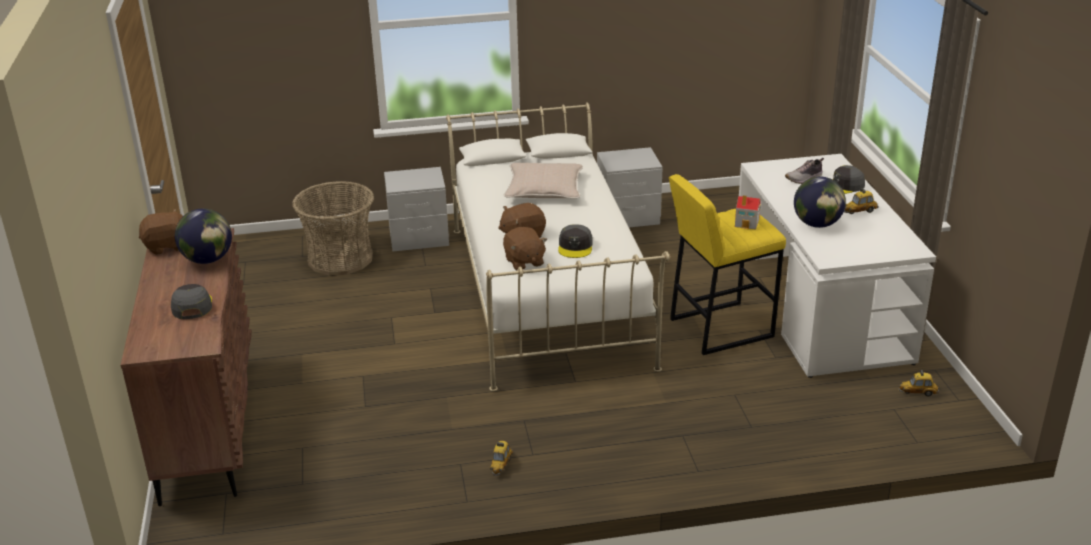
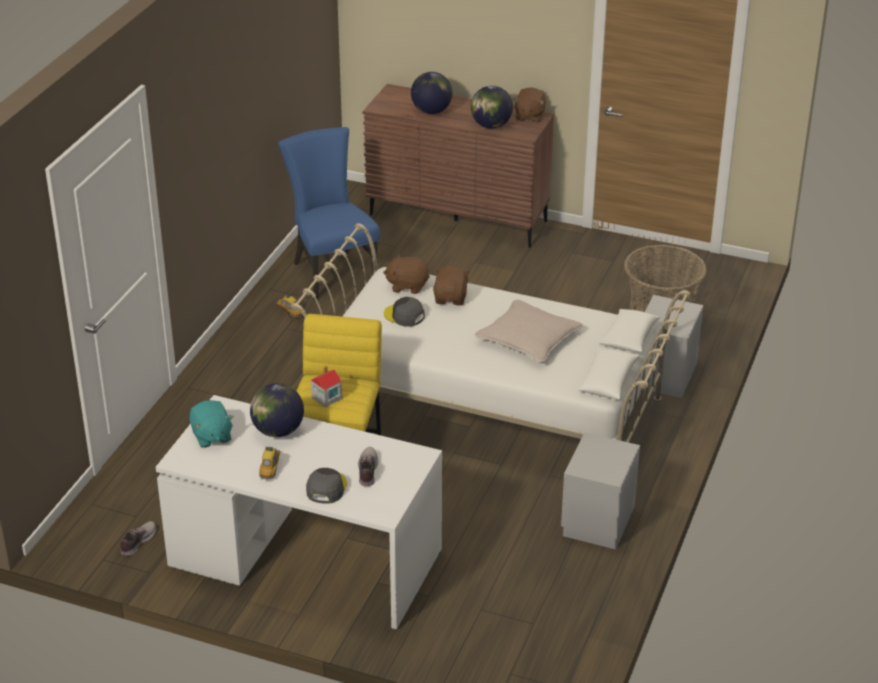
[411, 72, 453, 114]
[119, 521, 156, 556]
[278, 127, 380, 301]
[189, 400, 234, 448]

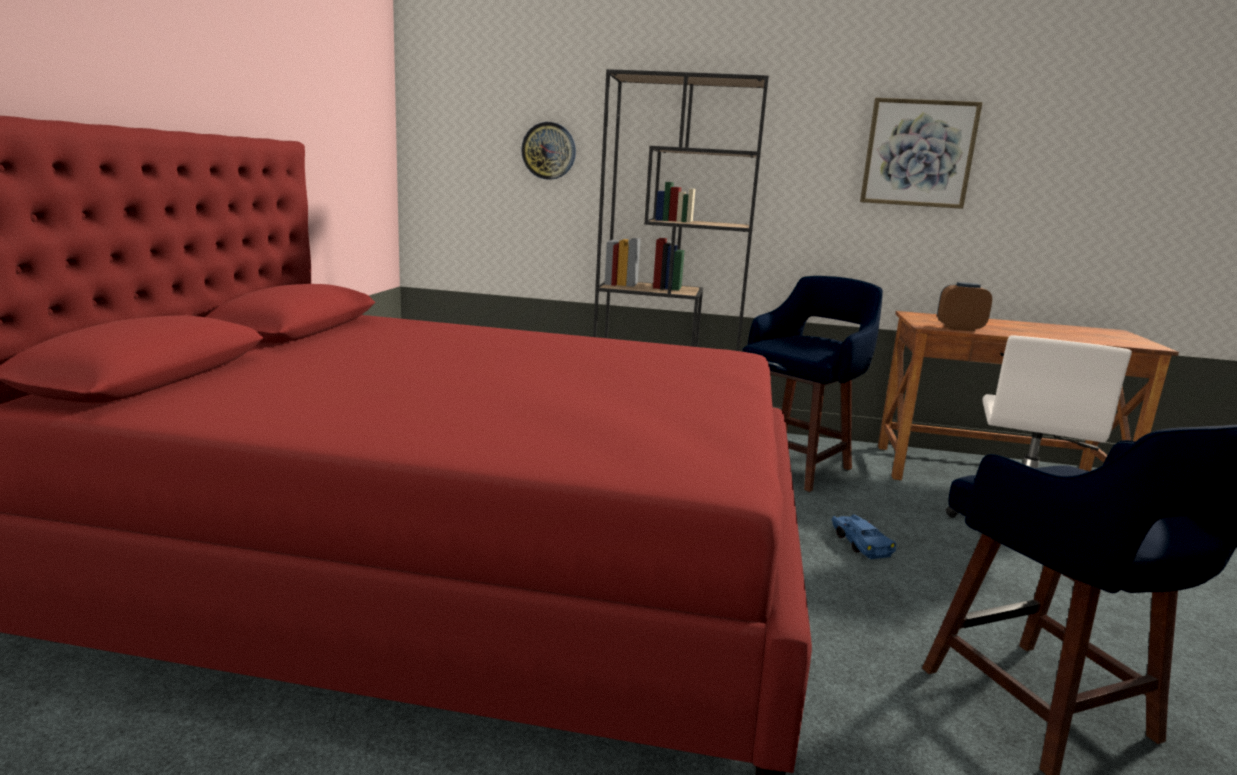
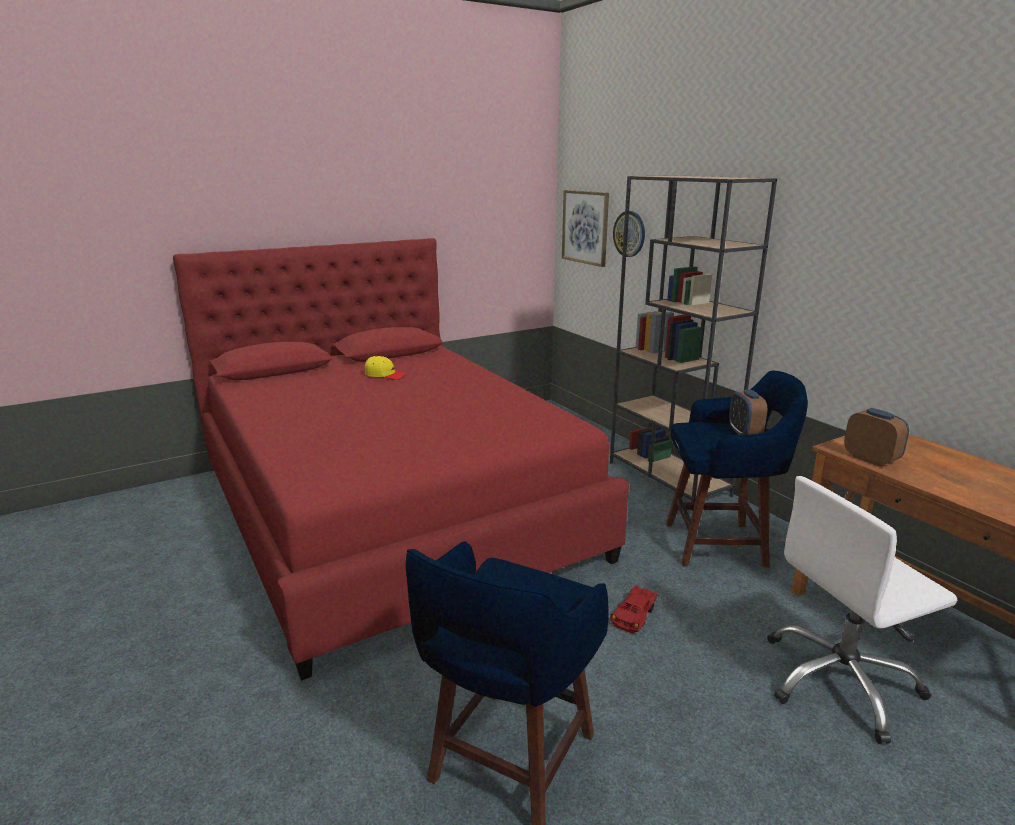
[562, 190, 609, 267]
[610, 585, 658, 634]
[365, 355, 406, 380]
[729, 389, 767, 435]

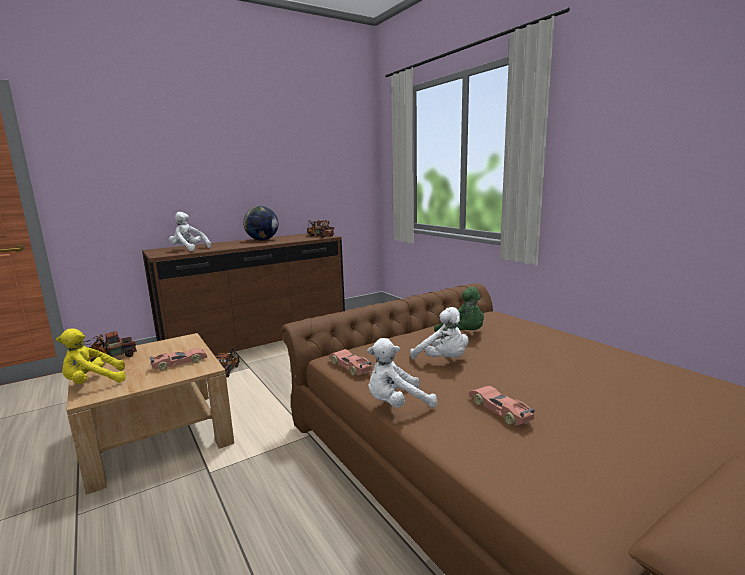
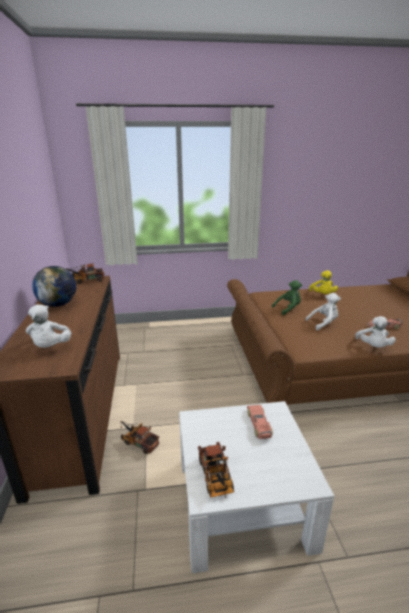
[26, 305, 72, 348]
[309, 271, 338, 294]
[179, 401, 334, 573]
[329, 349, 372, 376] (first image)

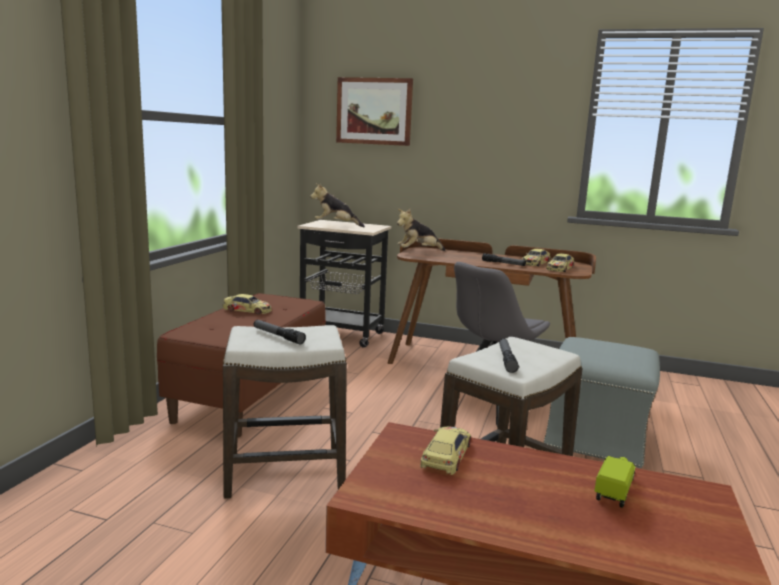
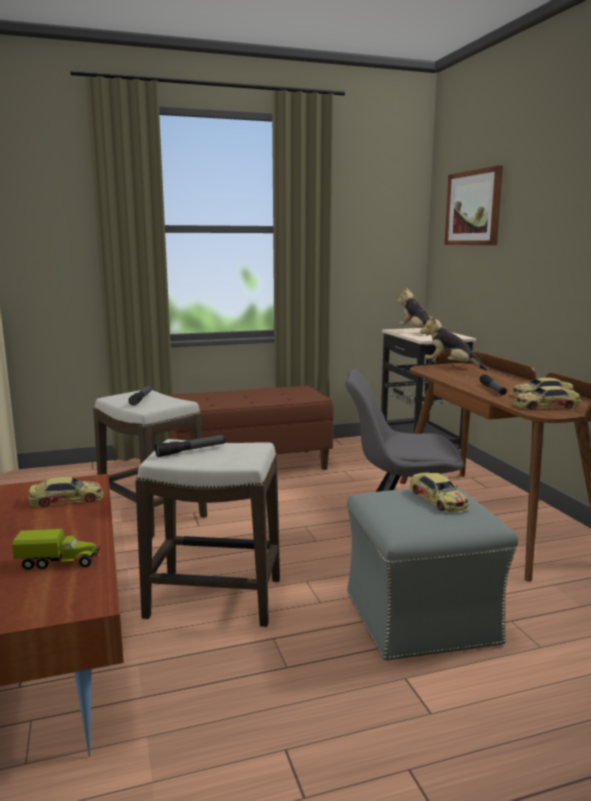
[410, 472, 469, 513]

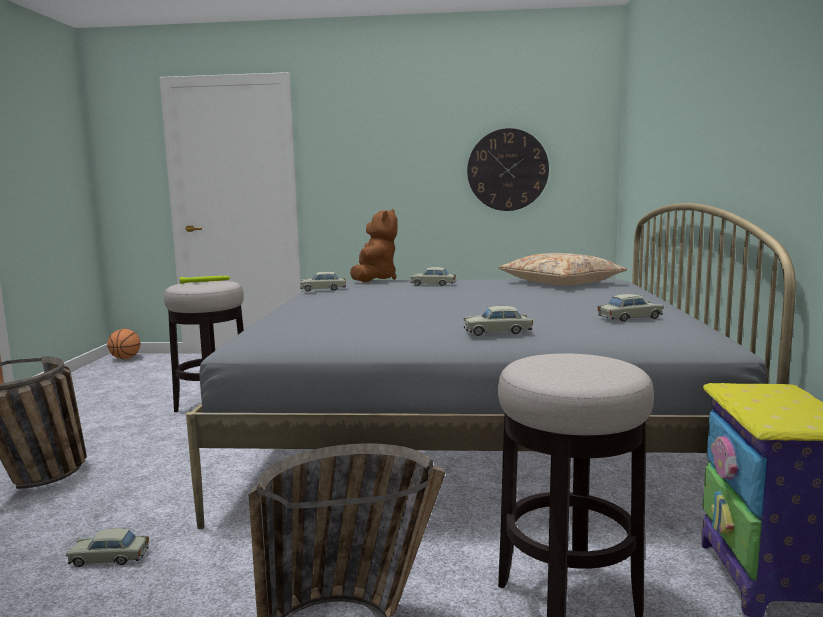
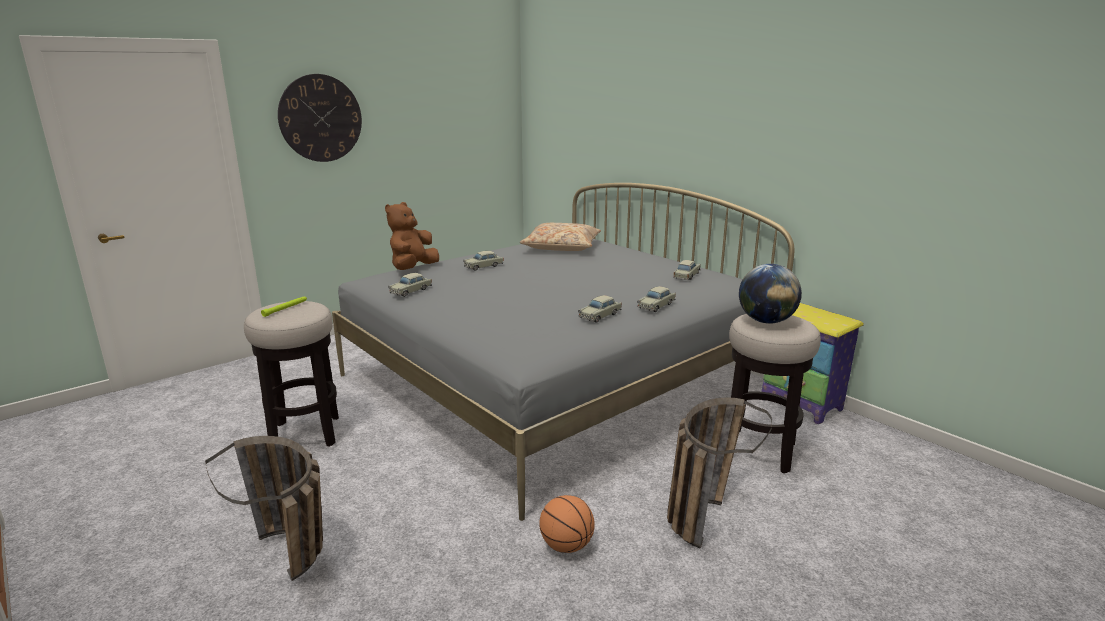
[278, 74, 362, 162]
[385, 202, 439, 270]
[539, 495, 595, 553]
[578, 295, 622, 323]
[739, 264, 802, 324]

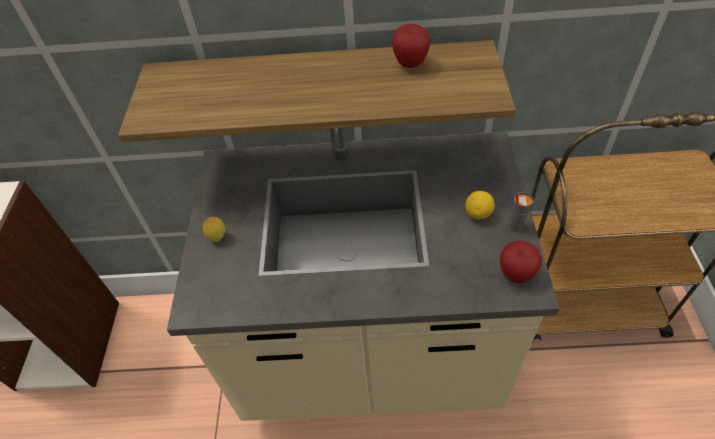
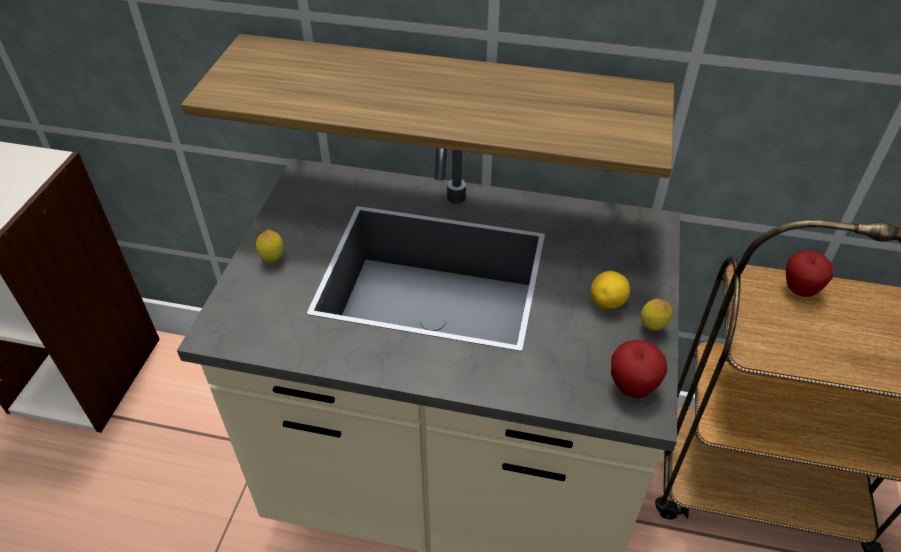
[786, 250, 833, 297]
[641, 299, 672, 331]

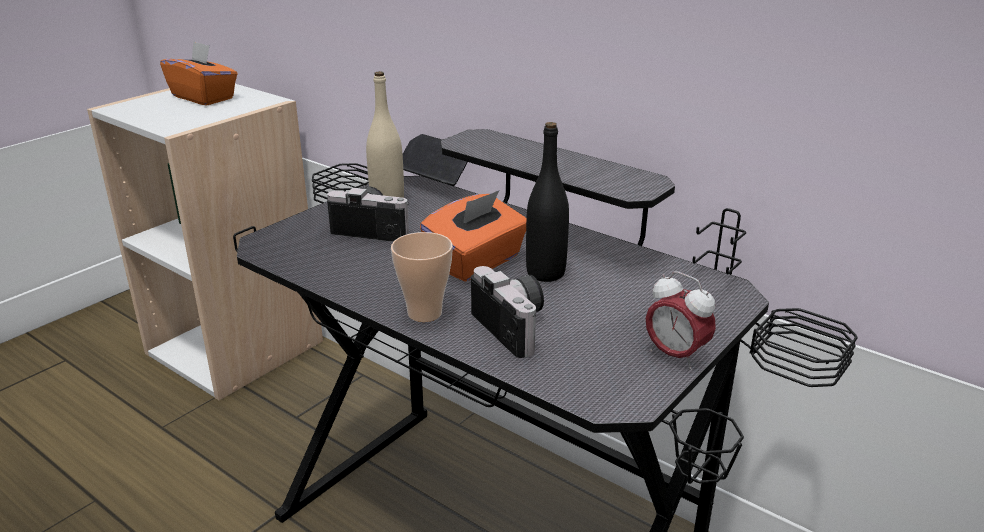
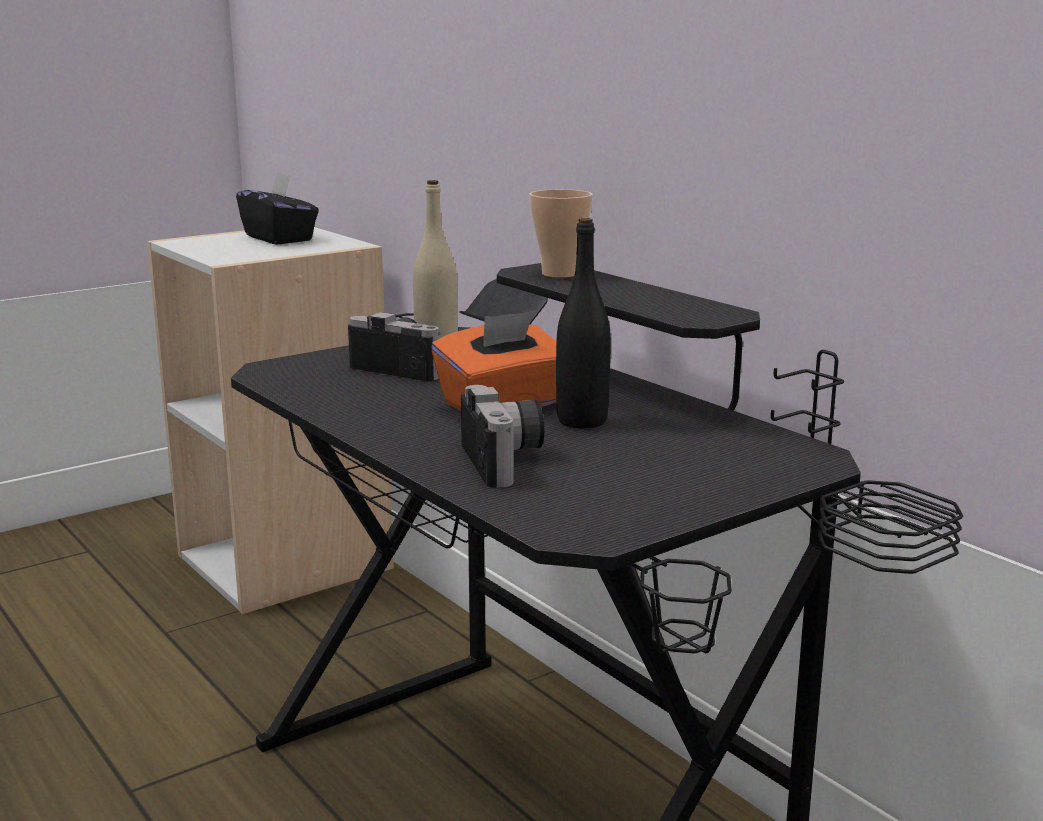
[236, 172, 319, 245]
[529, 189, 593, 278]
[646, 271, 716, 370] (first image)

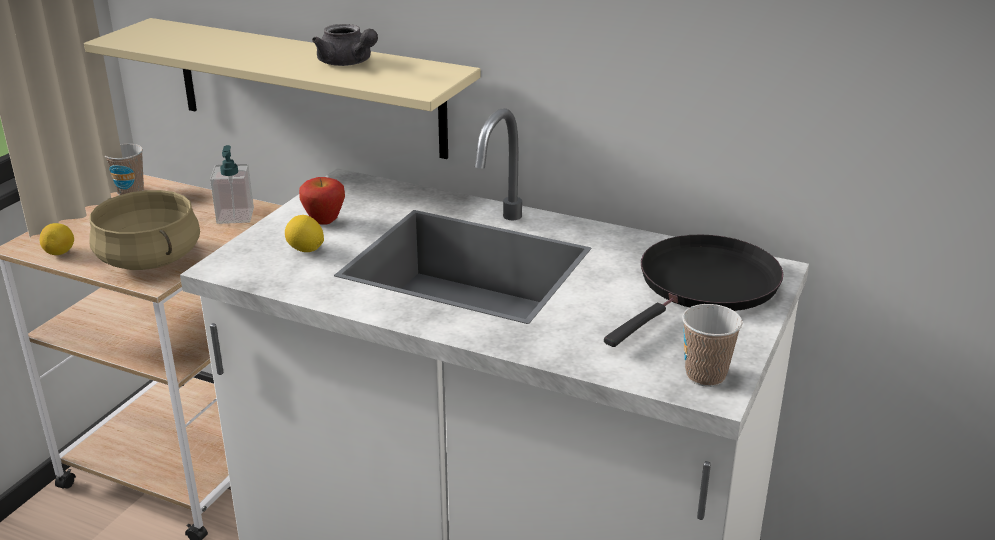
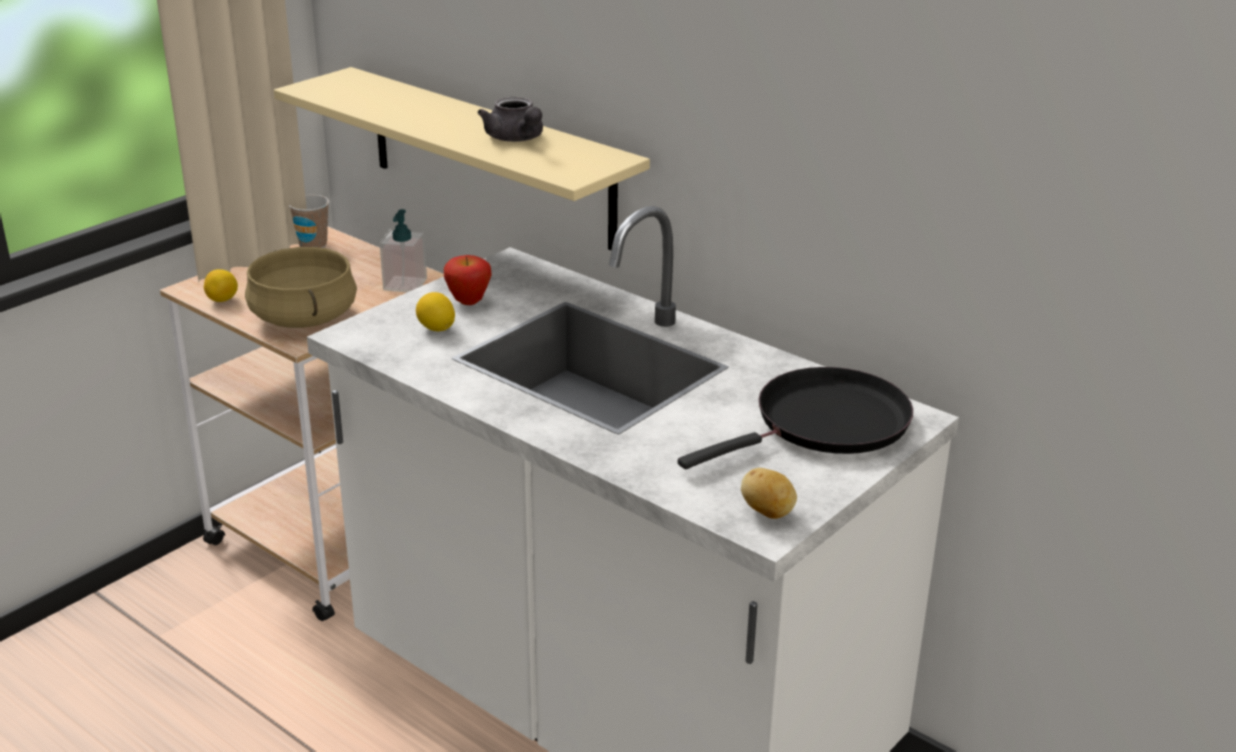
[741, 468, 797, 519]

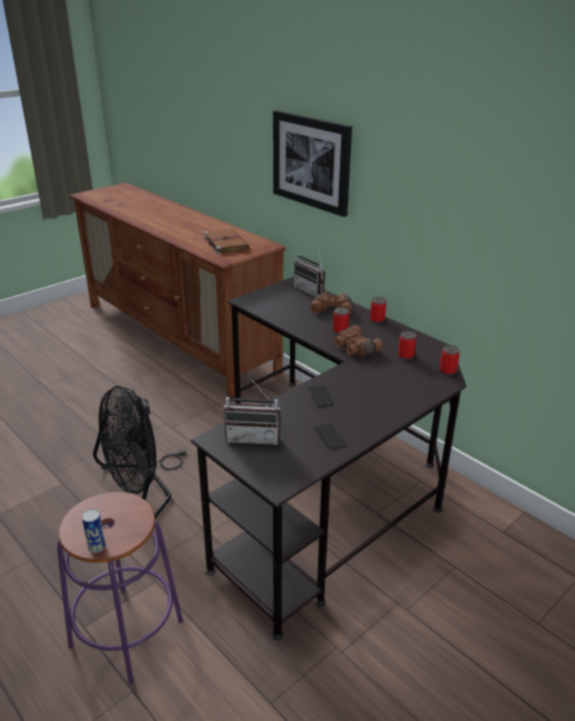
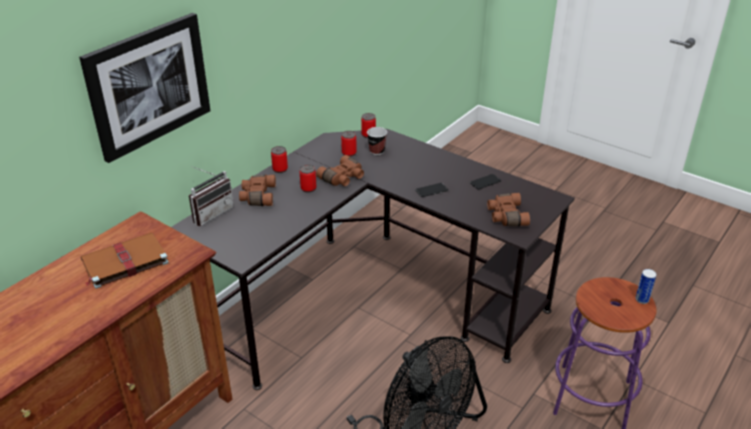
[487, 193, 530, 226]
[367, 127, 387, 155]

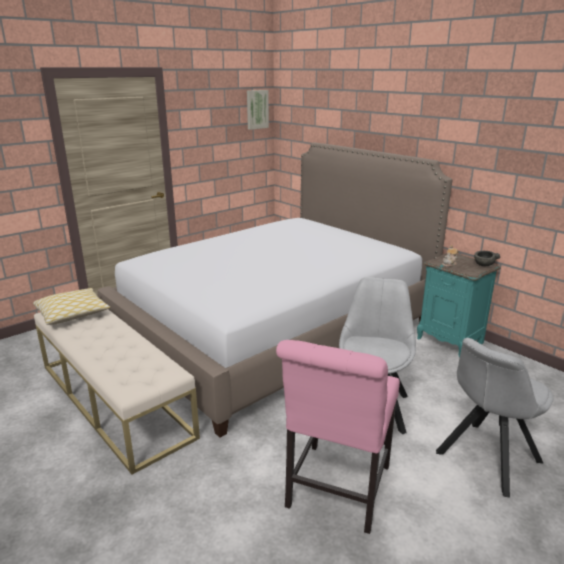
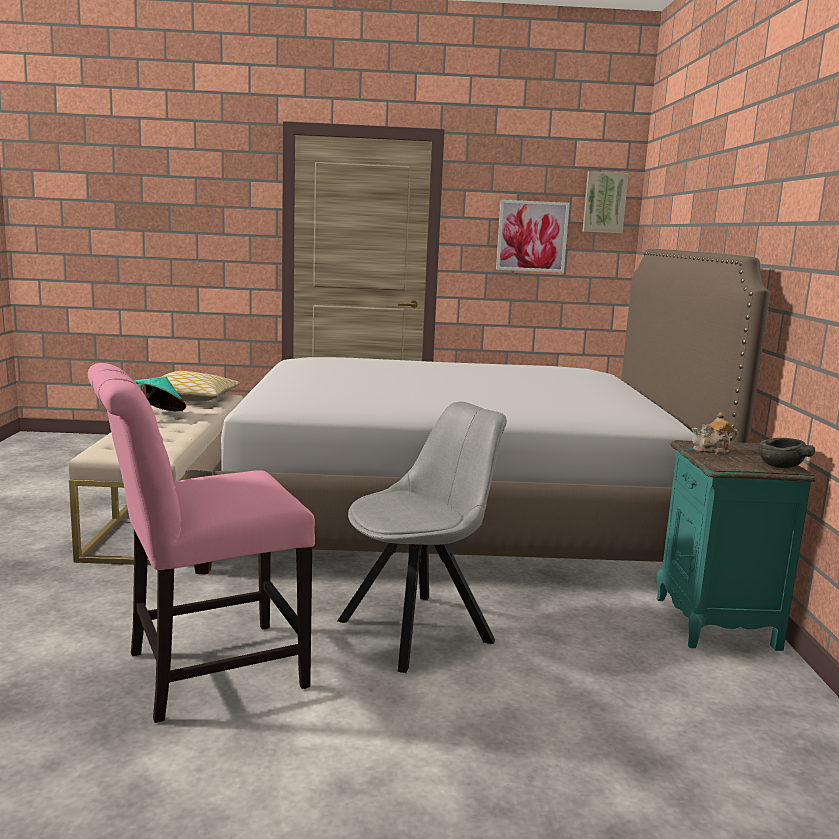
[436, 338, 554, 498] (first image)
[496, 200, 570, 273]
[134, 376, 186, 411]

